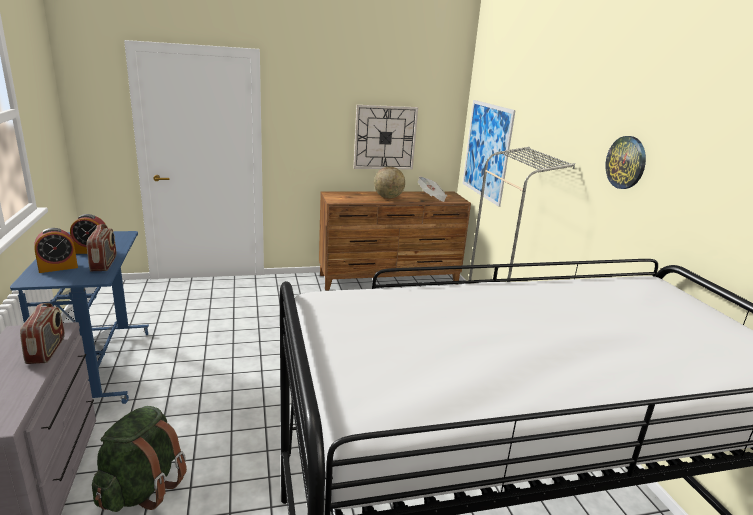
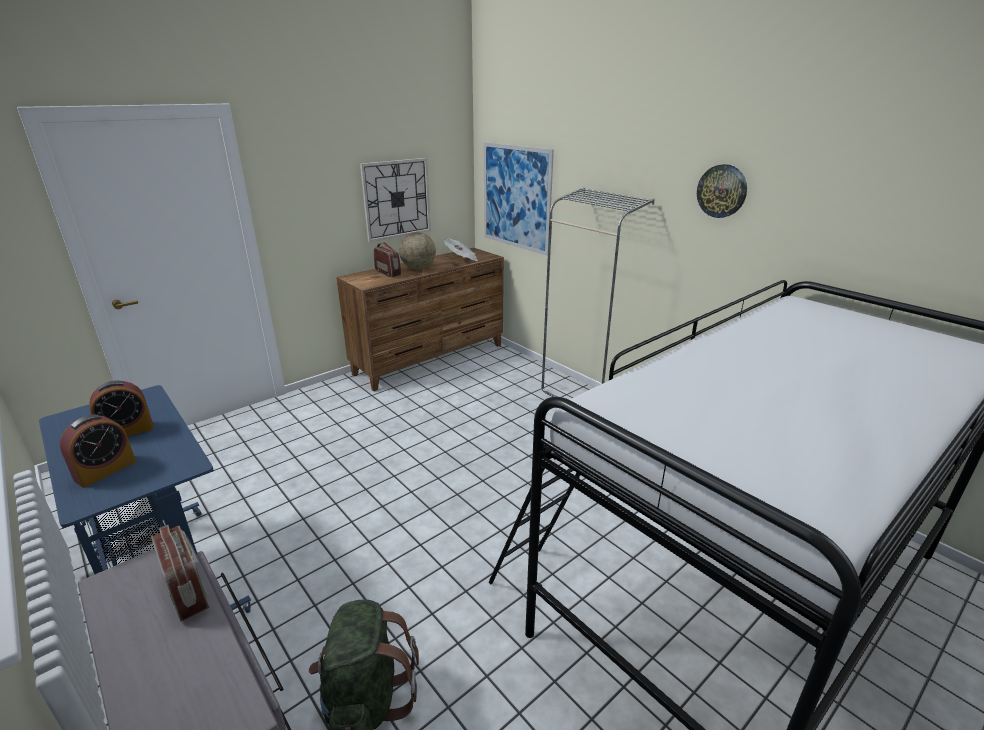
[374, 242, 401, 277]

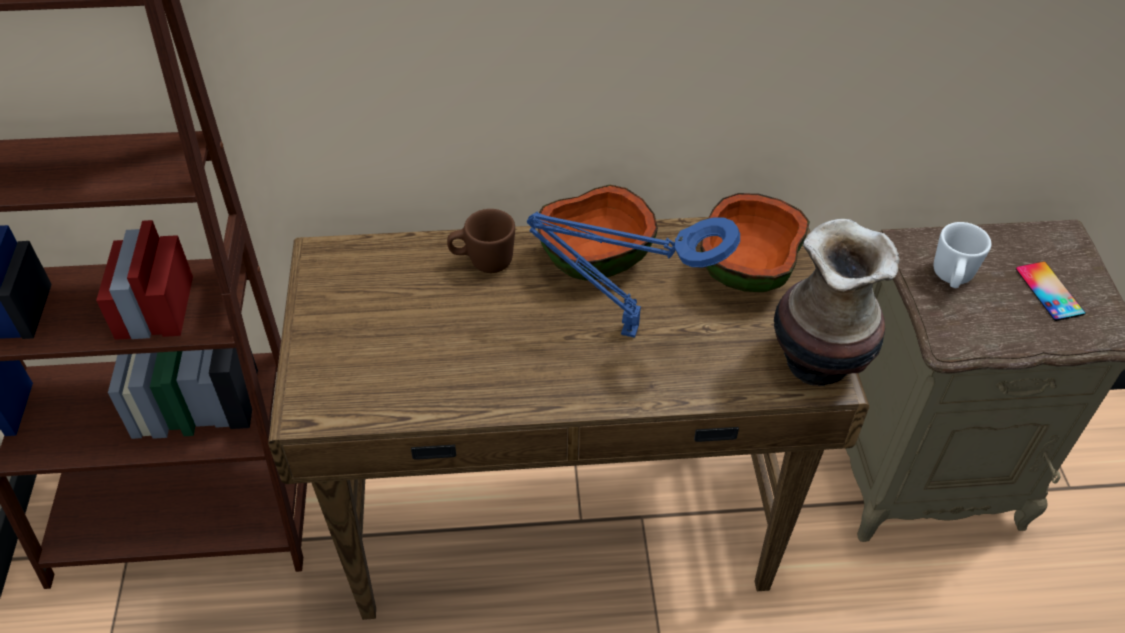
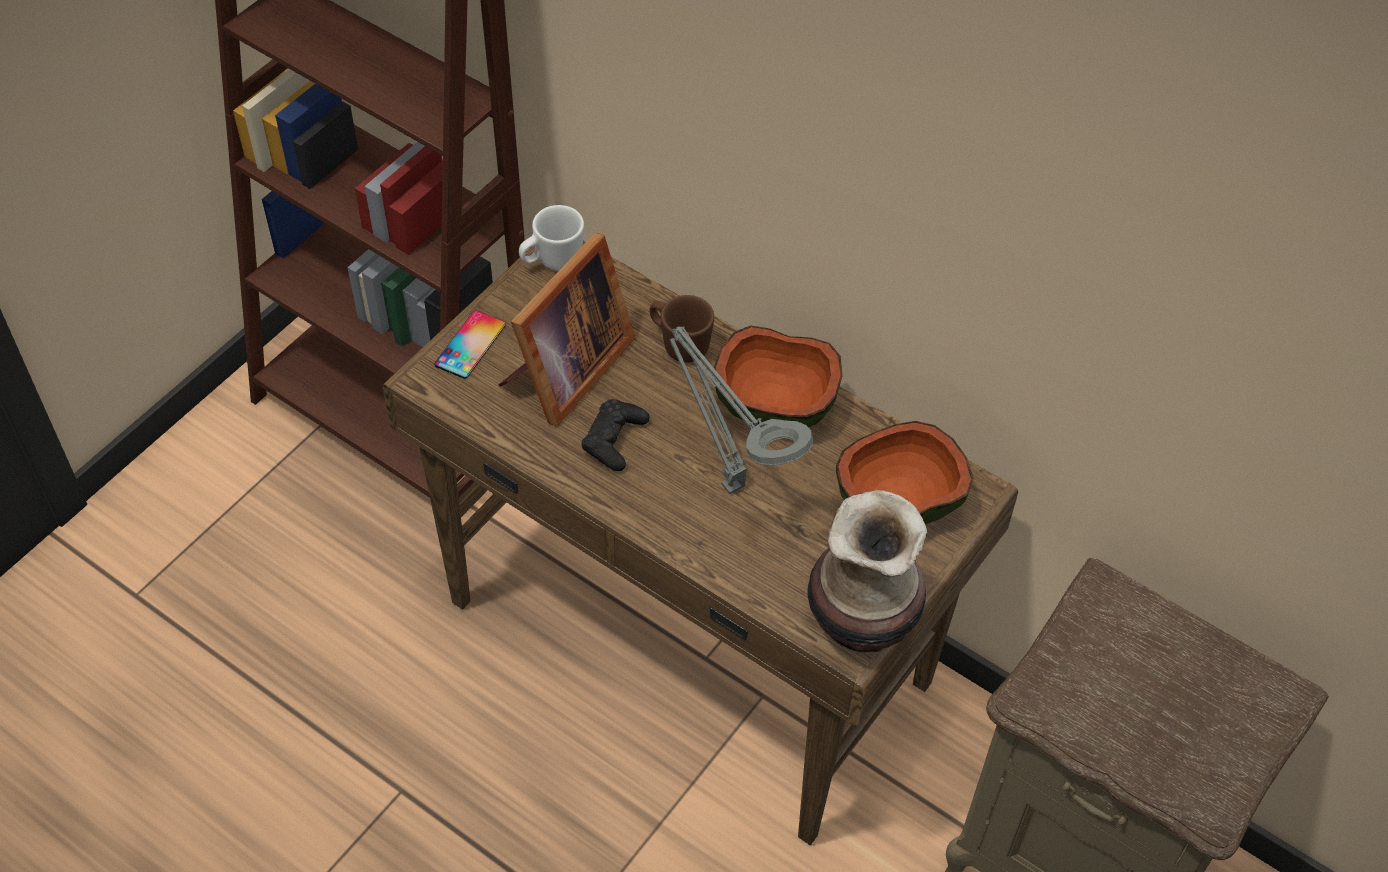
[670, 326, 813, 494]
[519, 205, 584, 271]
[434, 310, 506, 379]
[499, 233, 636, 427]
[581, 399, 650, 471]

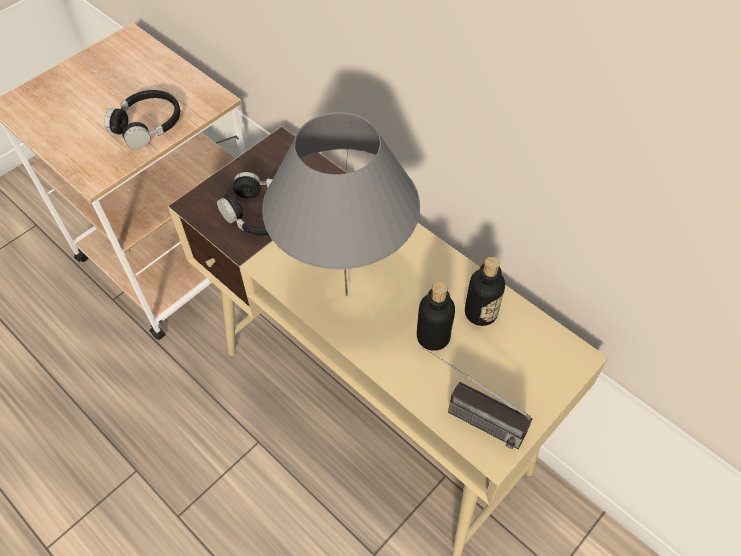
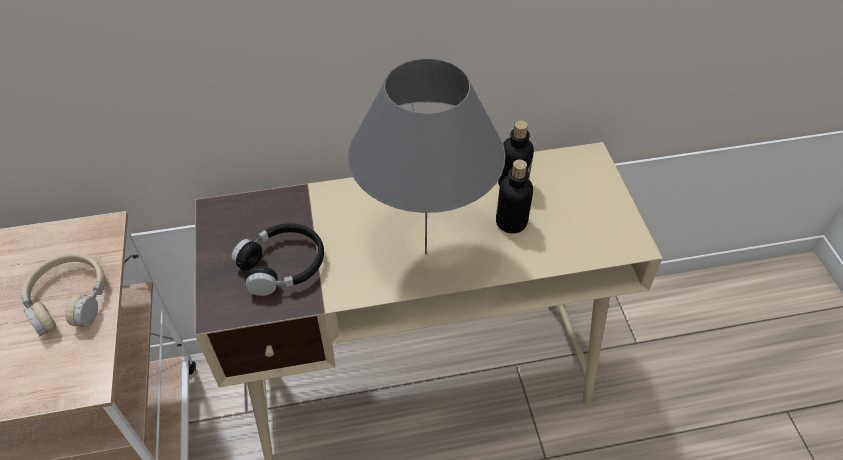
[21, 253, 105, 336]
[422, 347, 533, 449] (first image)

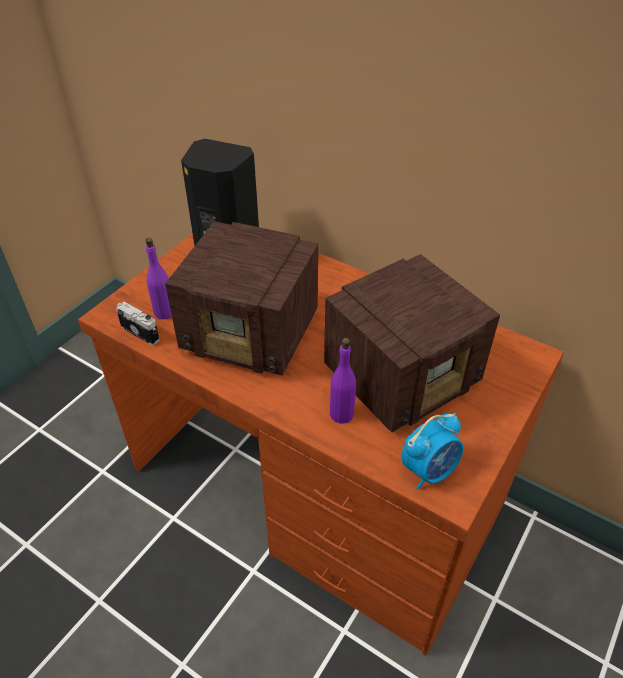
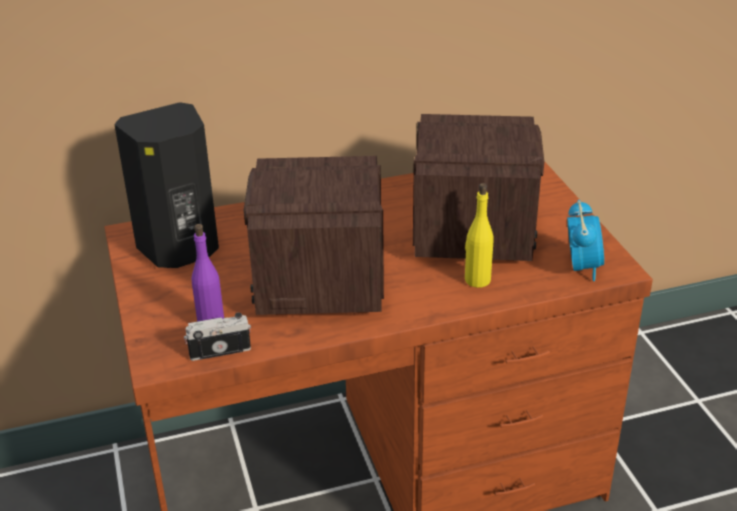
[244, 156, 384, 315]
[465, 183, 494, 288]

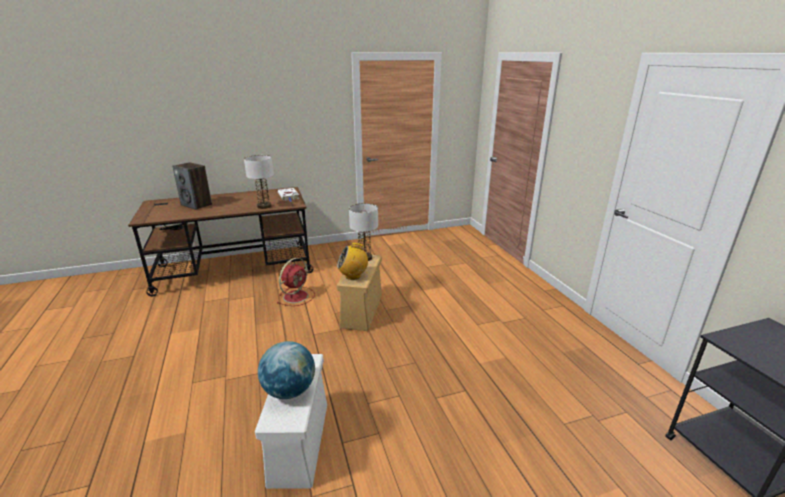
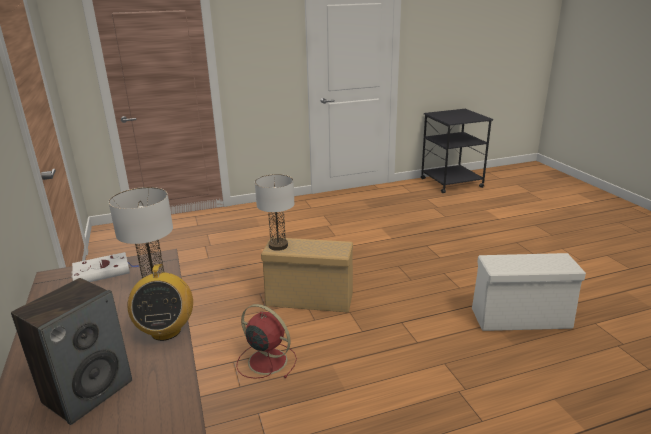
[127, 264, 193, 341]
[258, 341, 315, 399] (first image)

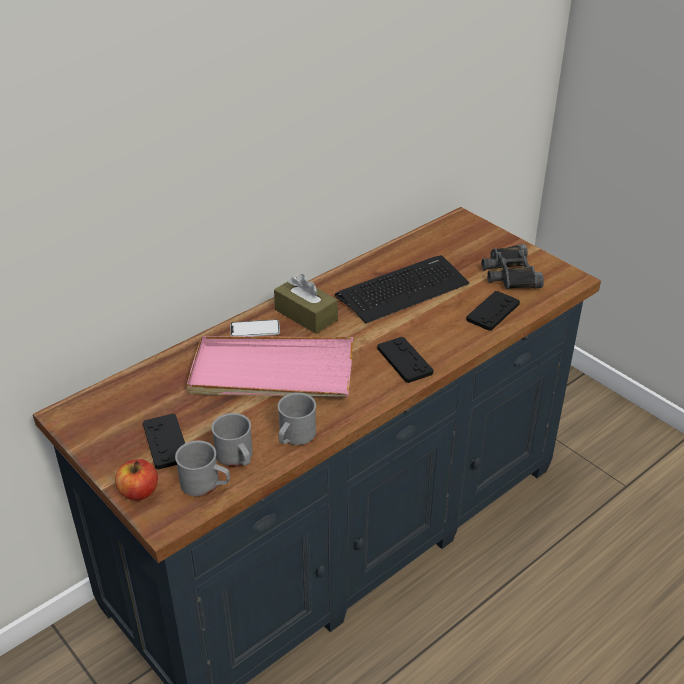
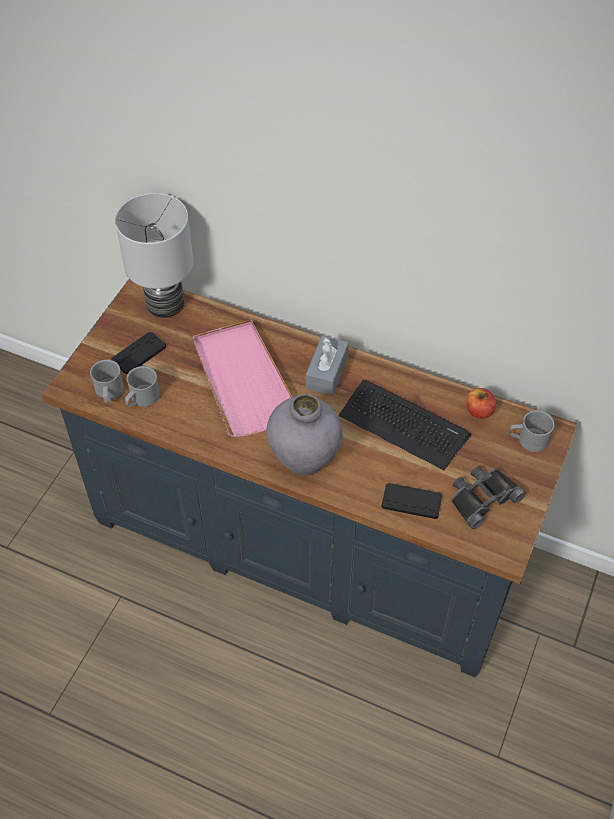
[306, 336, 349, 396]
[230, 319, 280, 336] (first image)
[266, 394, 343, 476]
[509, 410, 555, 452]
[466, 388, 496, 419]
[115, 193, 194, 318]

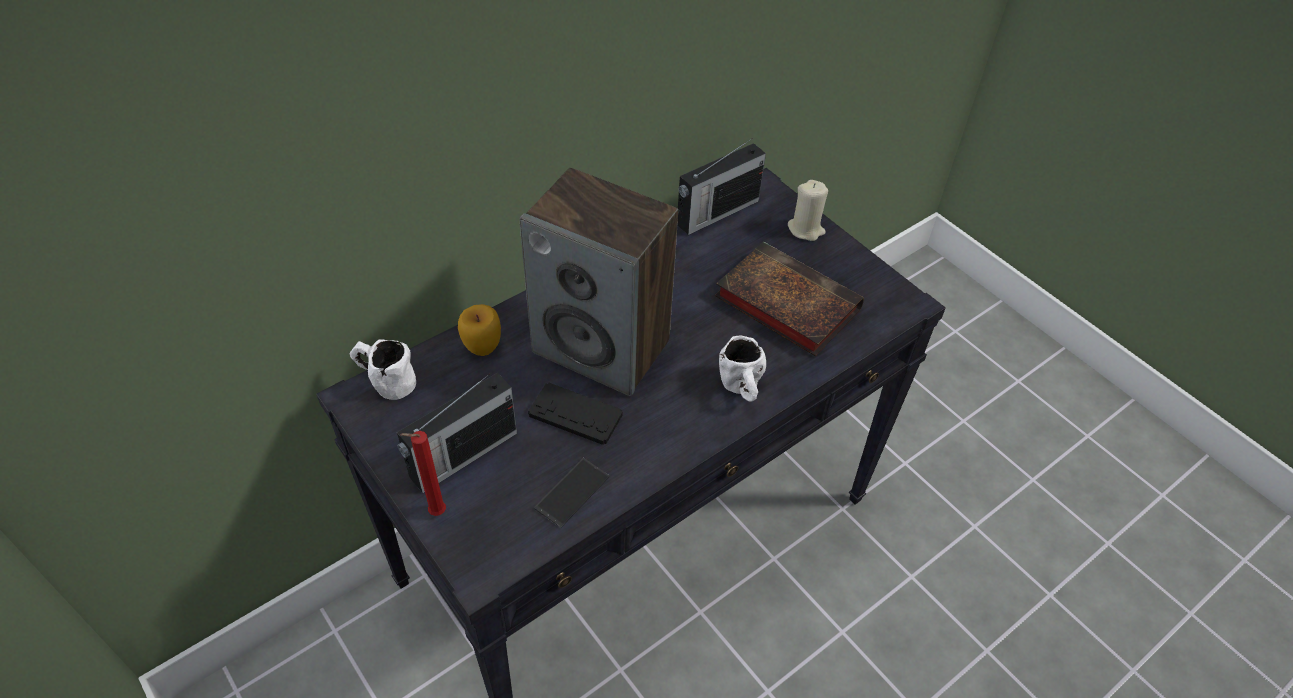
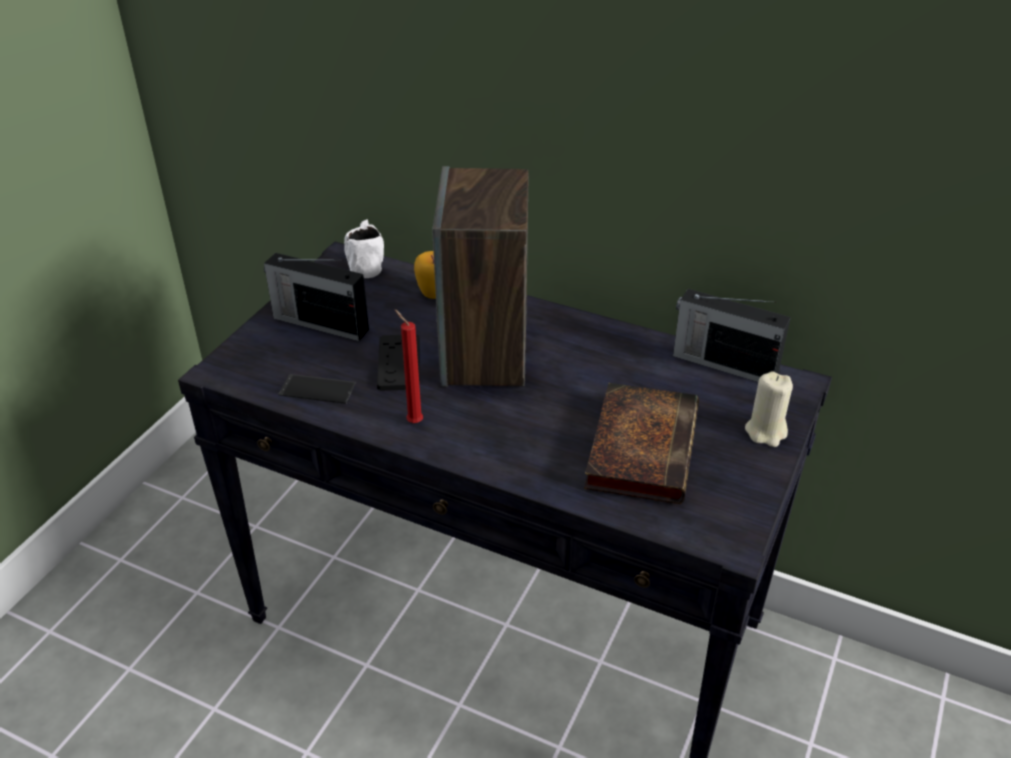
[719, 336, 766, 402] (first image)
[394, 309, 423, 423]

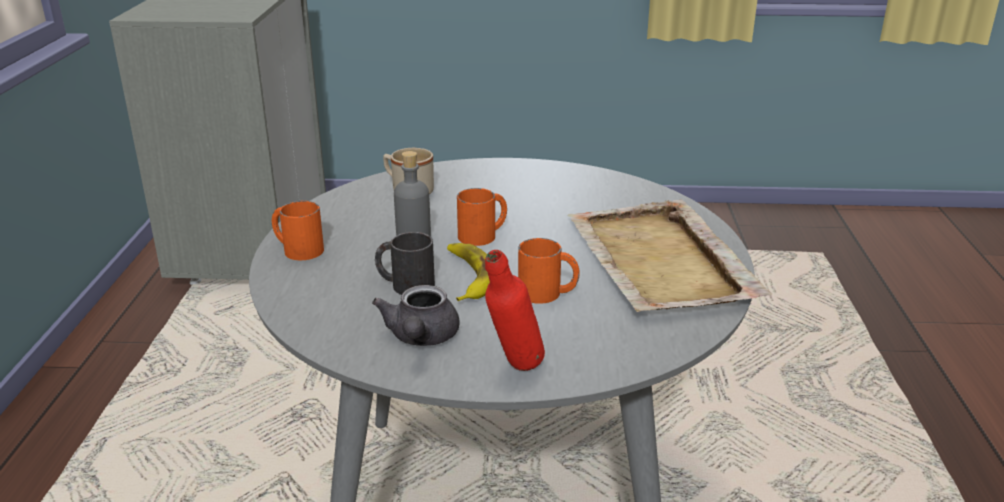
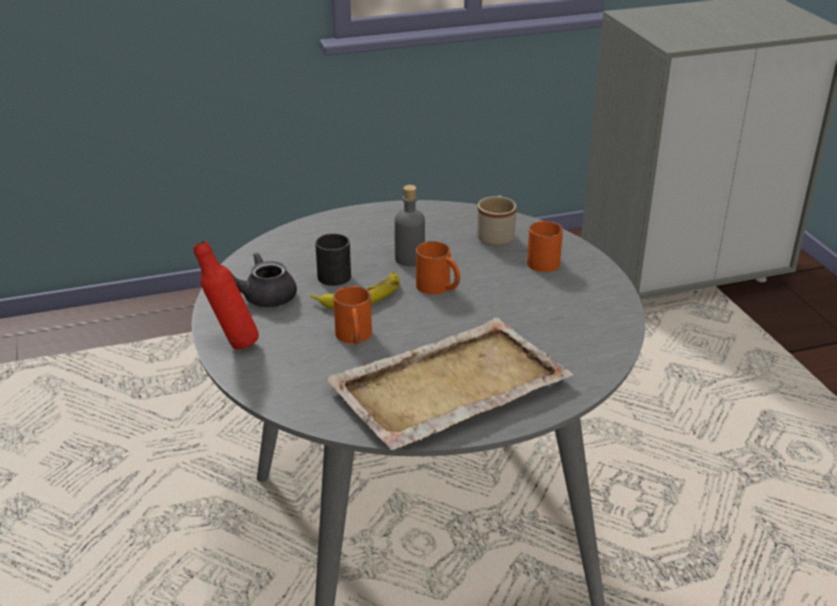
[527, 221, 563, 272]

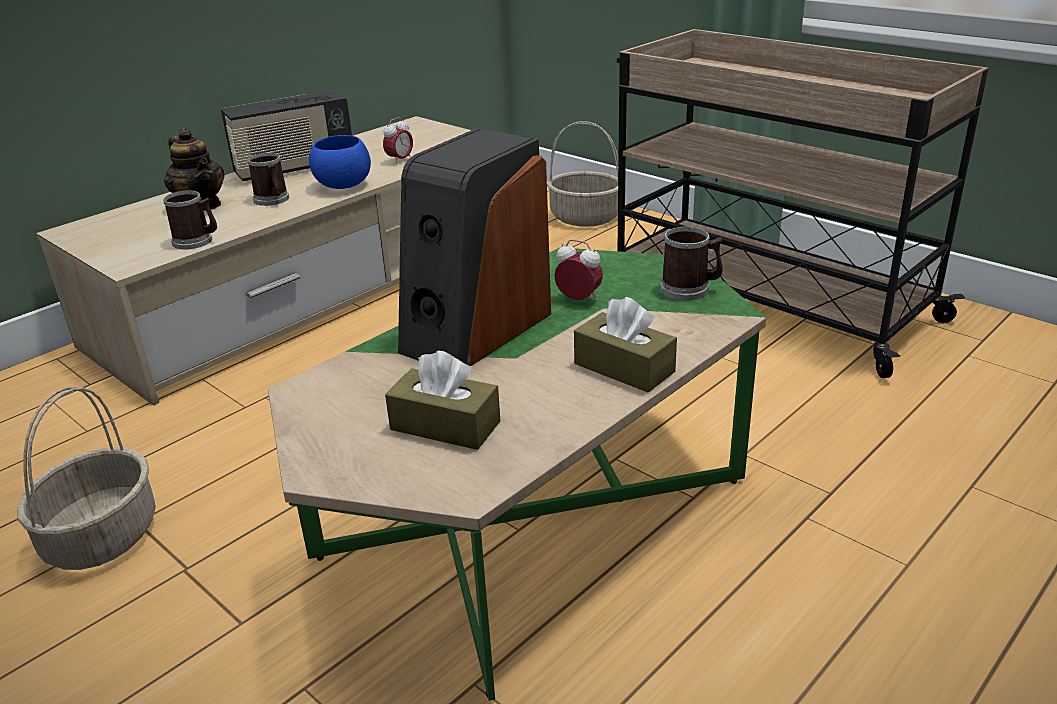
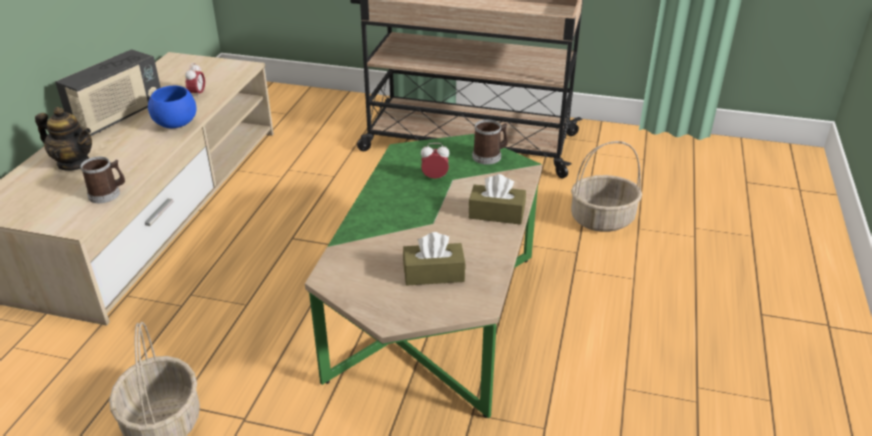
[571, 141, 642, 232]
[398, 128, 551, 366] (first image)
[247, 153, 289, 206] (first image)

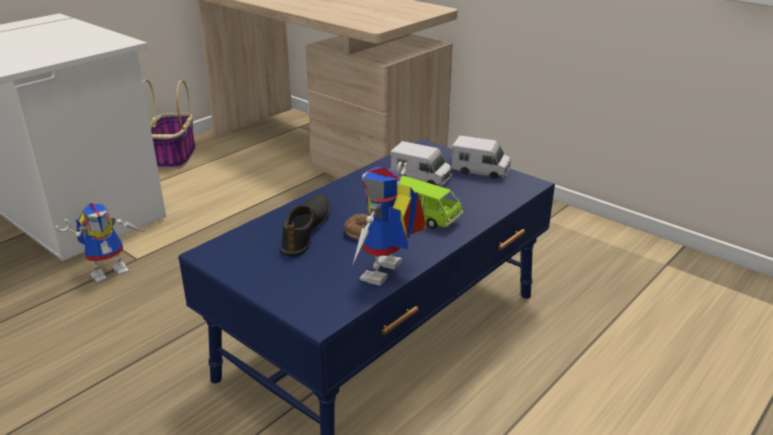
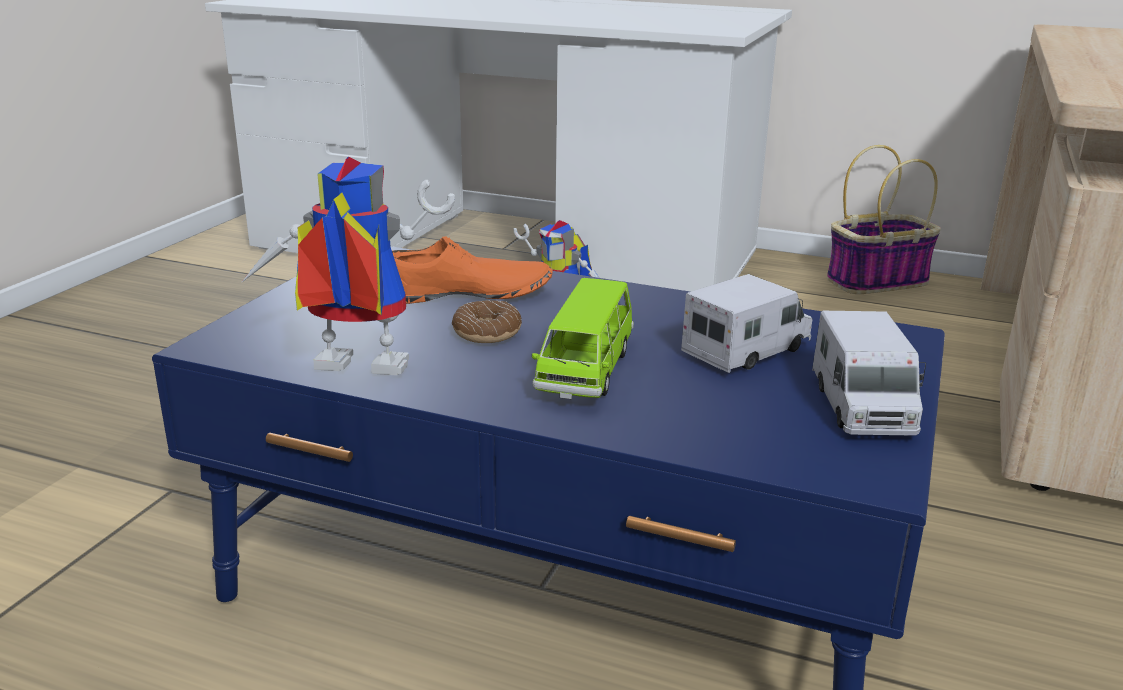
[681, 274, 813, 373]
[392, 236, 553, 304]

